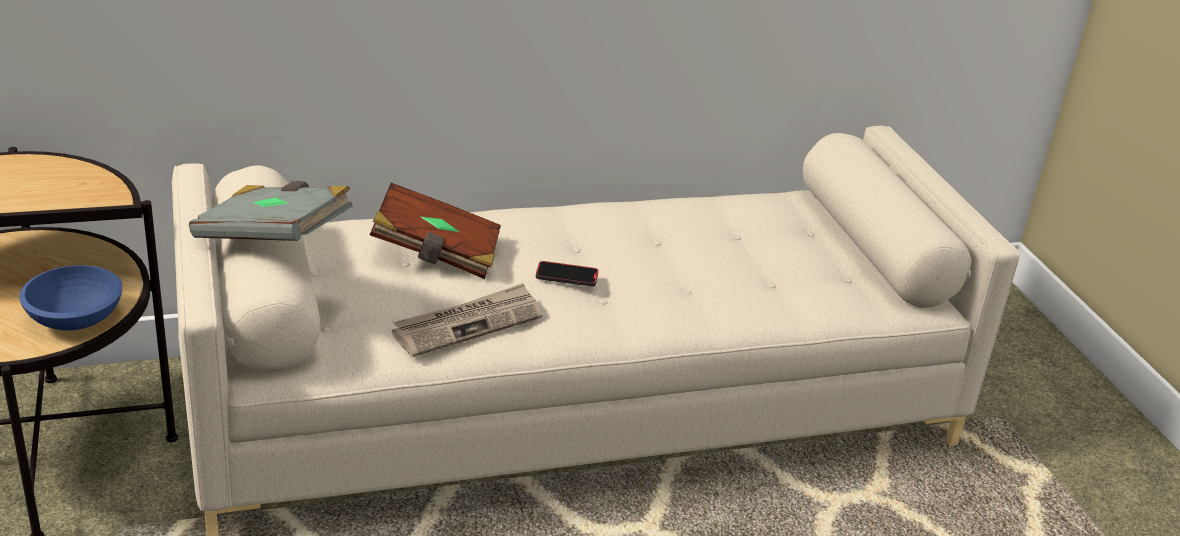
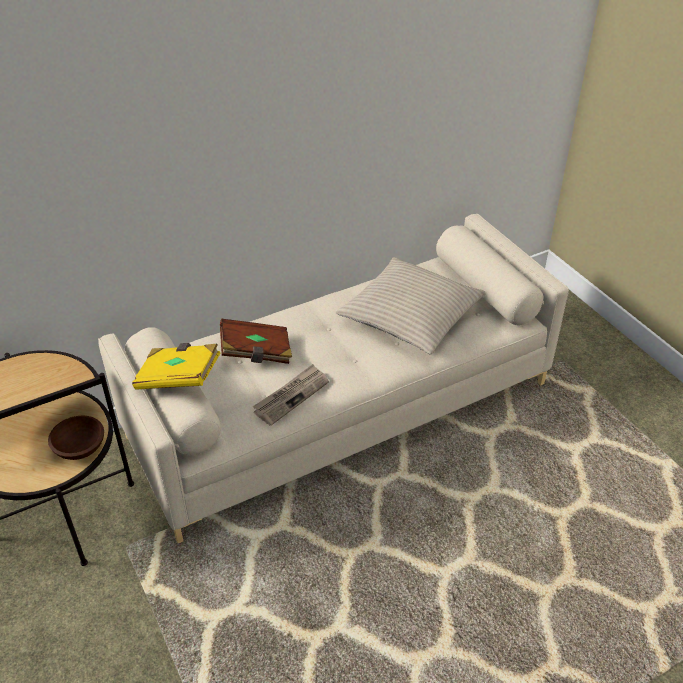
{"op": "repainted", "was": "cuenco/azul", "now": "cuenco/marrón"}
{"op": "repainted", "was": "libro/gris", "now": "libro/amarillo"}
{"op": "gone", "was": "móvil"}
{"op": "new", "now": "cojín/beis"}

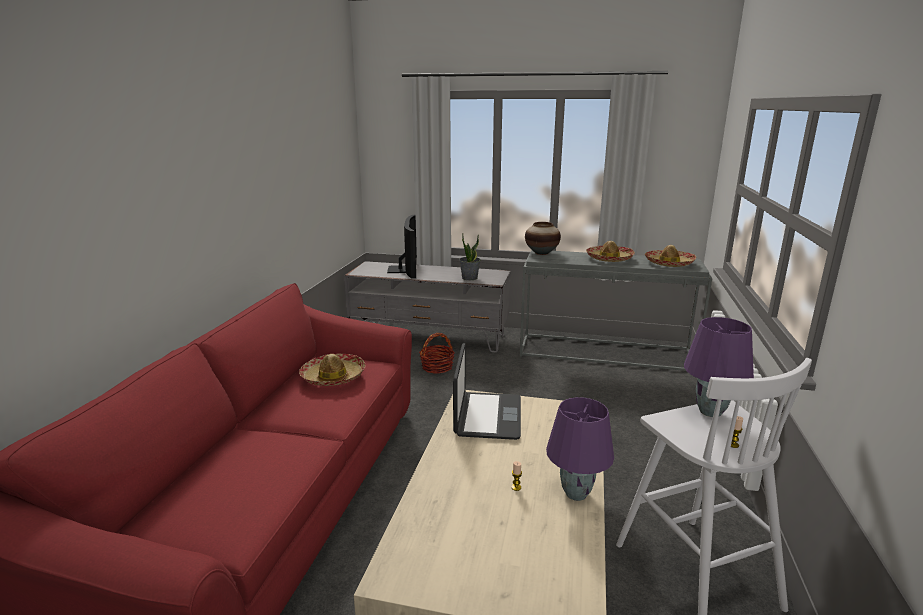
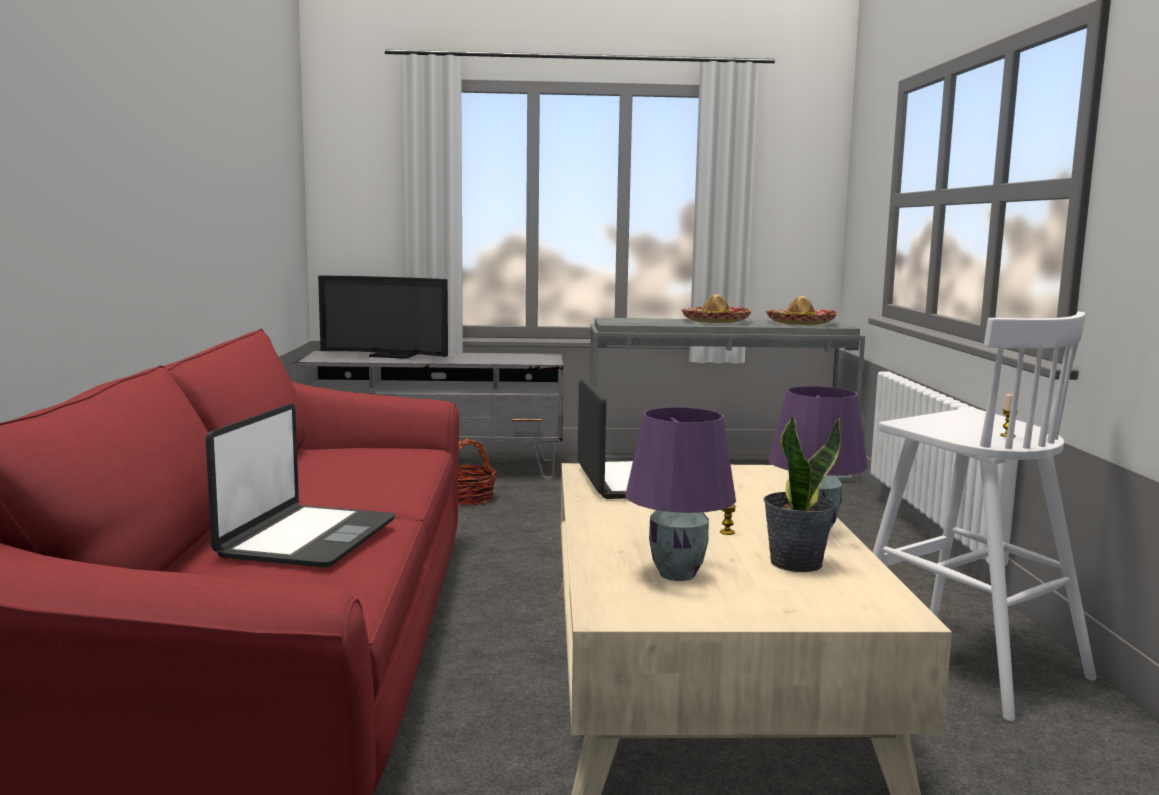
{"op": "gone", "was": "sombrero (no. 1 from left)"}
{"op": "rotated", "was": "televisor", "clockwise": 120}
{"op": "shifted", "was": "planta en maceta"}
{"op": "gone", "was": "florero"}
{"op": "shifted", "was": "lámpara de mesa/morado (no. 2 from left in the first image)", "now": "lámpara de mesa/morado (no. 1 from left)"}
{"op": "new", "now": "portátil (no. 1 from left)"}

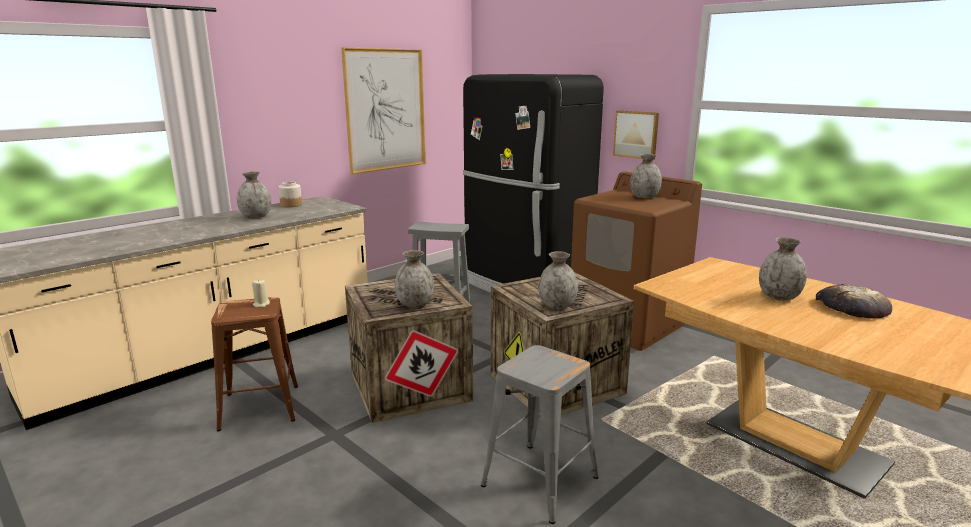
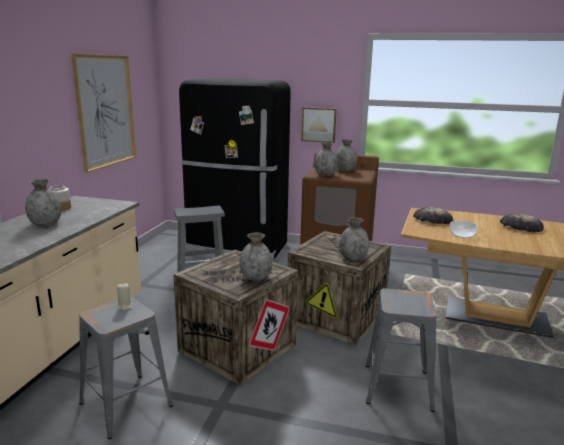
{"op": "repainted", "was": "taburete/marrón", "now": "taburete/gris (no. 1 from left)"}
{"op": "shifted", "was": "florero/gris (no. 5 from left in the first image)", "now": "florero/gris (no. 3 from left)"}
{"op": "new", "now": "pan (no. 1 from left)"}
{"op": "new", "now": "cuenco"}

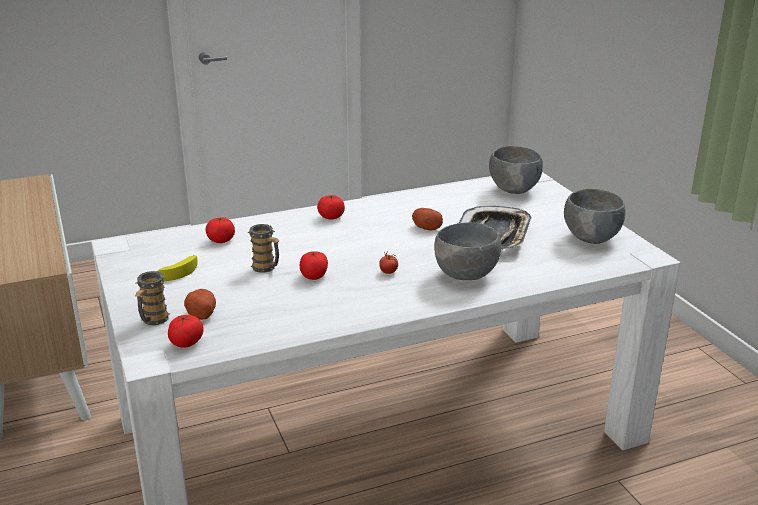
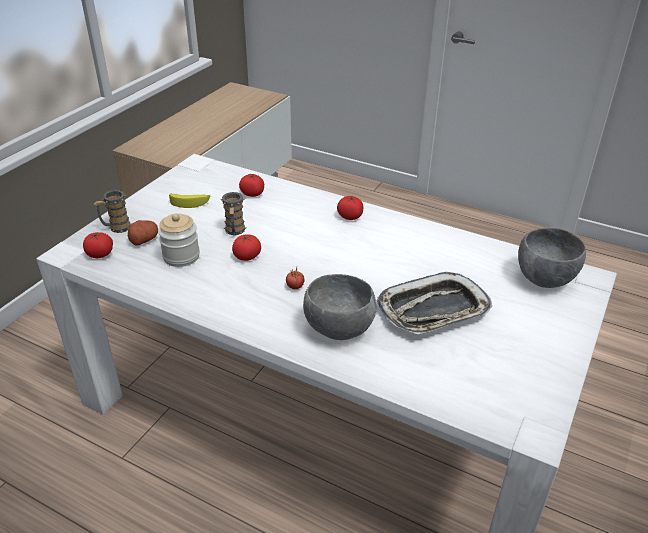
{"op": "gone", "was": "patata (no. 2 from left)"}
{"op": "gone", "was": "cuenco/gris (no. 3 from left)"}
{"op": "new", "now": "tarro"}

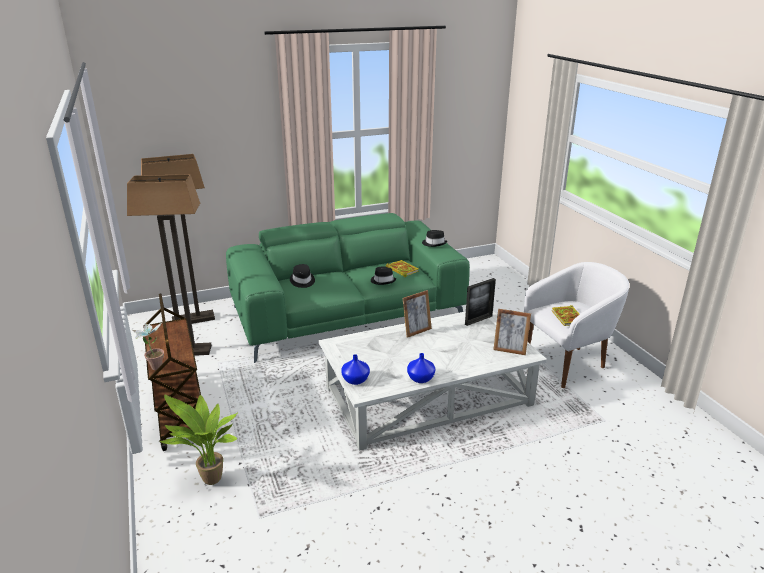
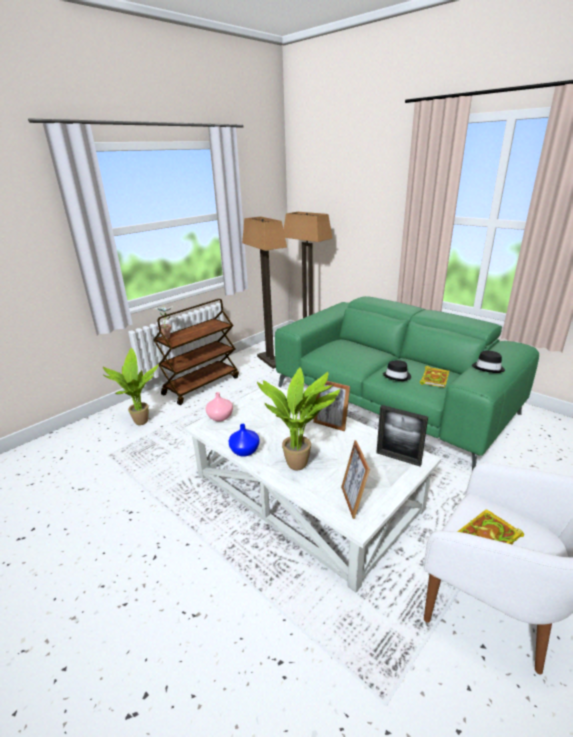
{"op": "gone", "was": "sombrero/negro (no. 1 from left)"}
{"op": "repainted", "was": "florero/azul (no. 1 from left)", "now": "florero/rosa"}
{"op": "new", "now": "planta en maceta (no. 3 from left)"}

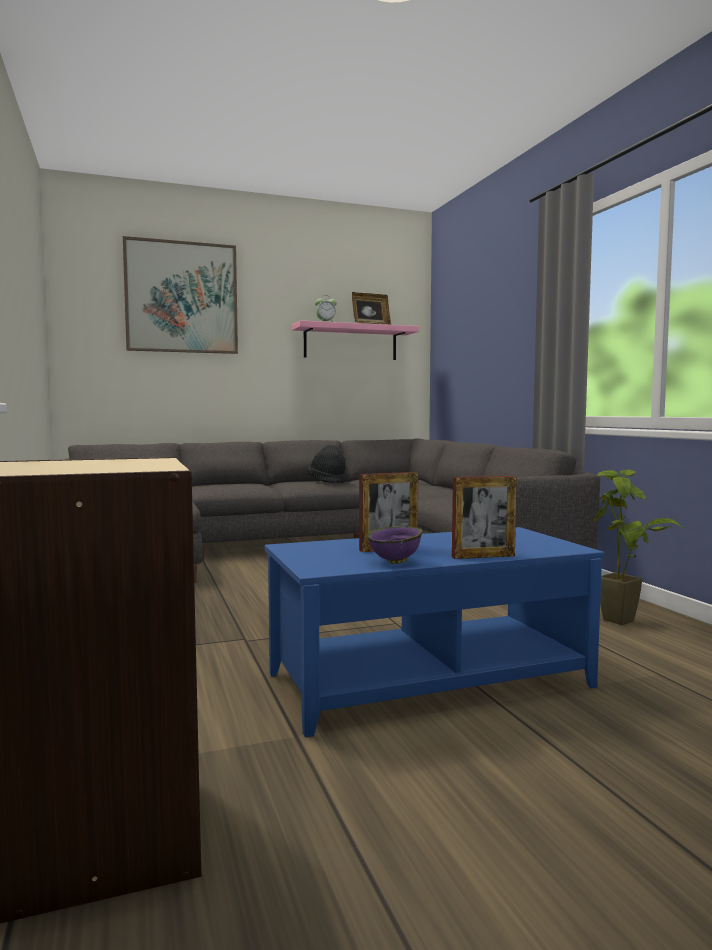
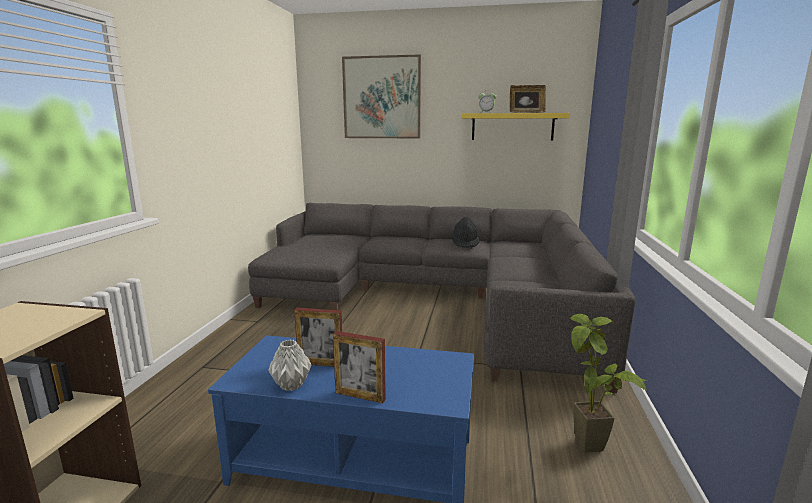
{"op": "repainted", "was": "estante/rosa", "now": "estante/amarillo"}
{"op": "swapped", "was": "cuenco/morado", "now": "florero/gris"}

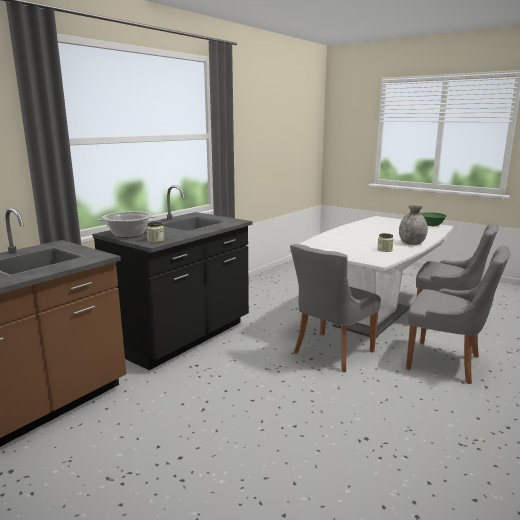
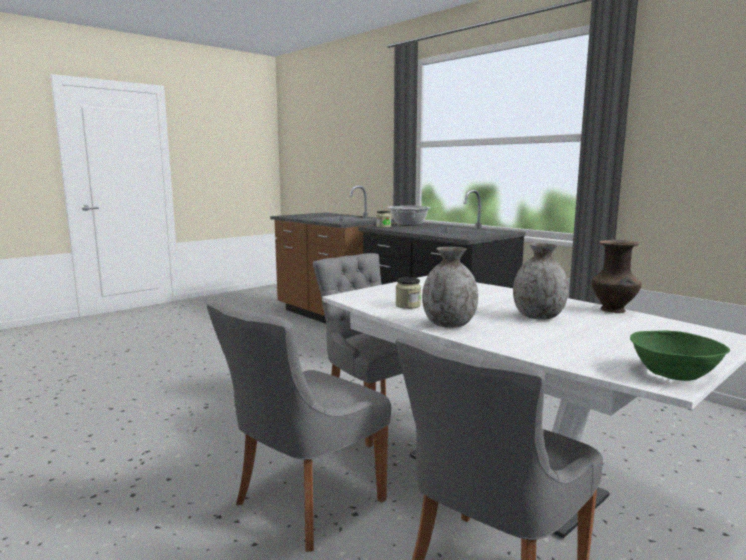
{"op": "new", "now": "florero/gris (no. 2 from left)"}
{"op": "new", "now": "florero/marrón"}

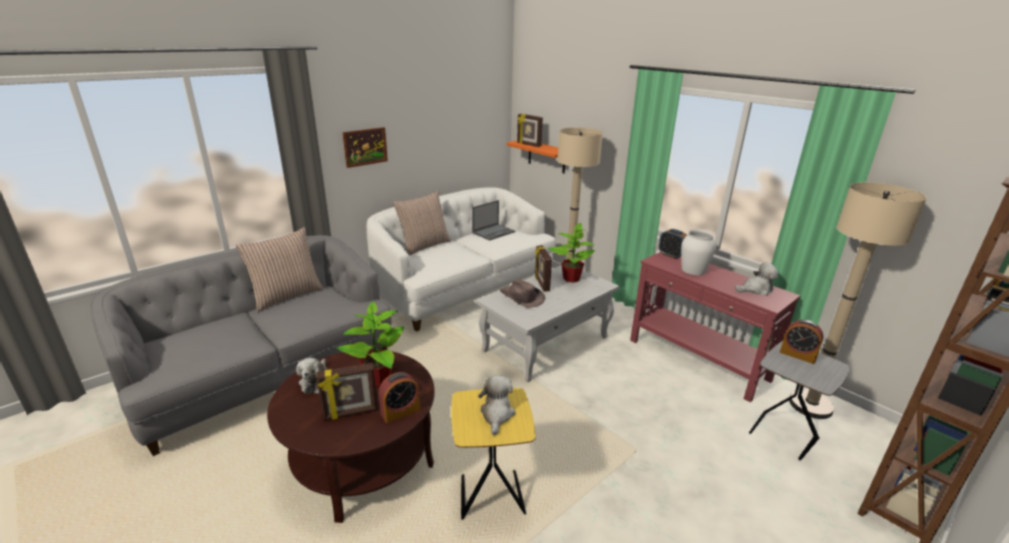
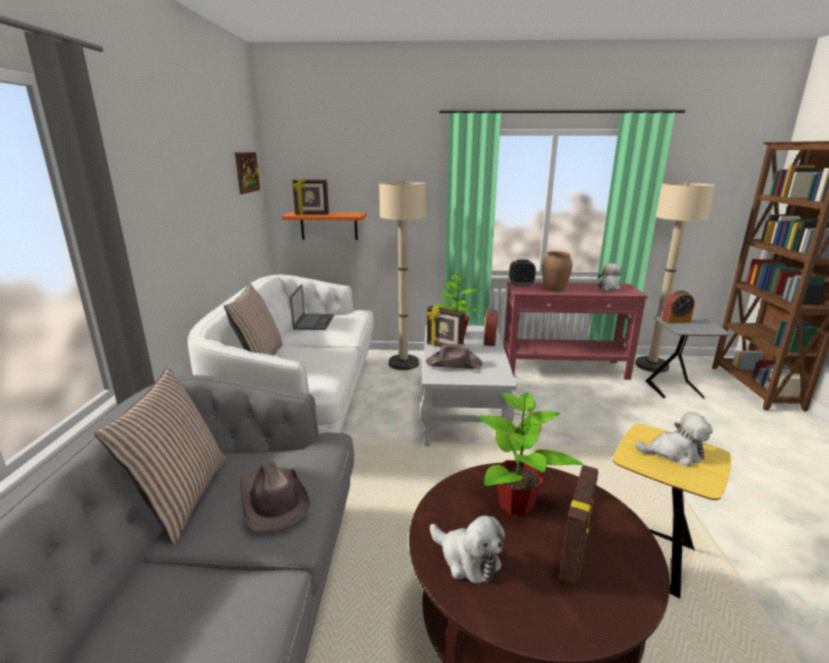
{"op": "shifted", "was": "cuadro"}
{"op": "shifted", "was": "despertador (no. 1 from left)"}
{"op": "rotated", "was": "peluche (no. 2 from left in the first image)", "clockwise": 135}
{"op": "repainted", "was": "florero/blanco", "now": "florero/marrón"}
{"op": "new", "now": "sombrero/marrón (no. 1 from left)"}

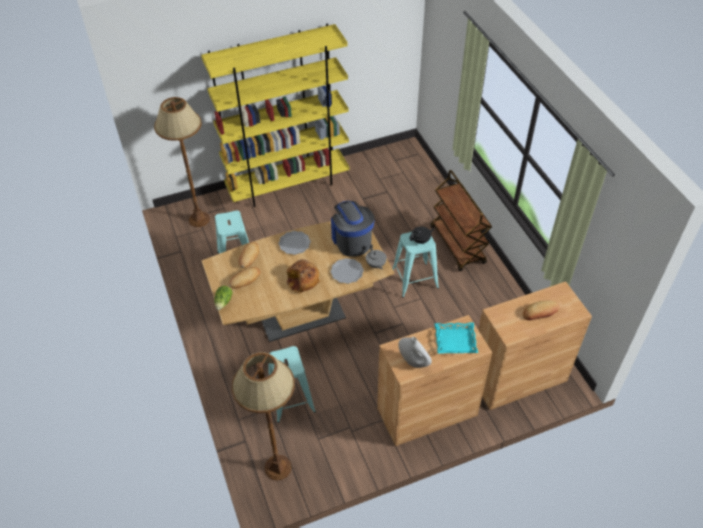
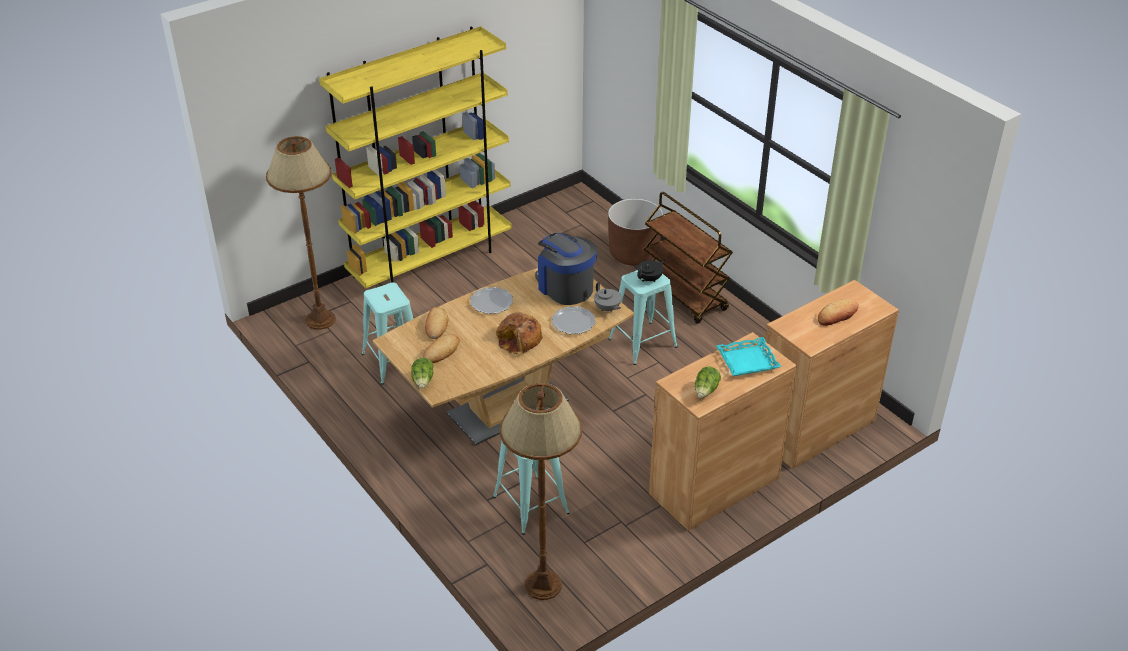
{"op": "swapped", "was": "florero/blanco", "now": "lechuga (no. 2 from left)"}
{"op": "new", "now": "maceta/marrón"}

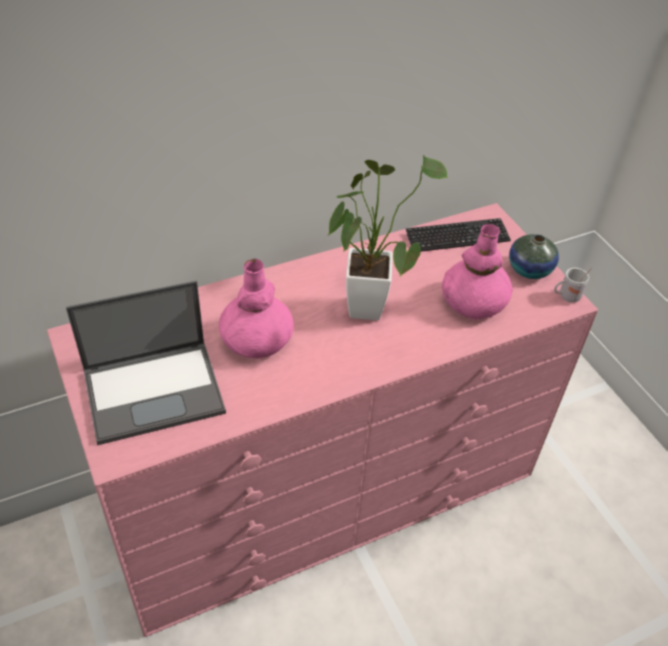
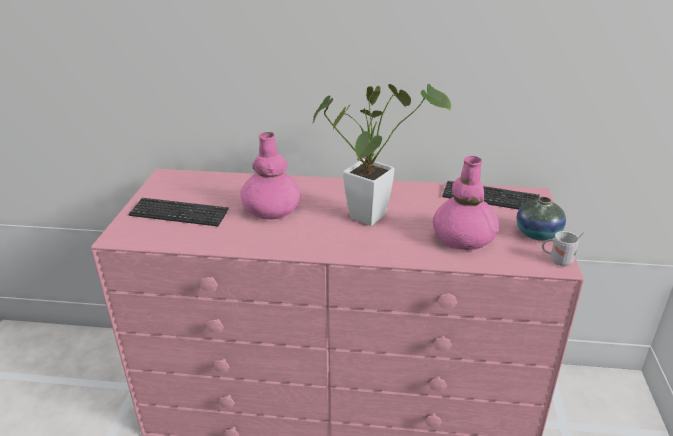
{"op": "swapped", "was": "portátil", "now": "teclado (no. 1 from left)"}

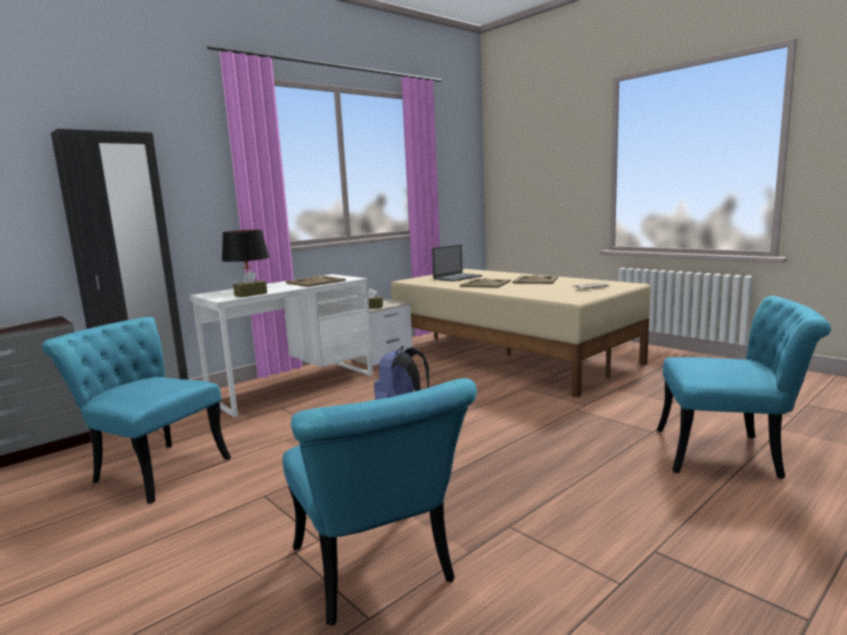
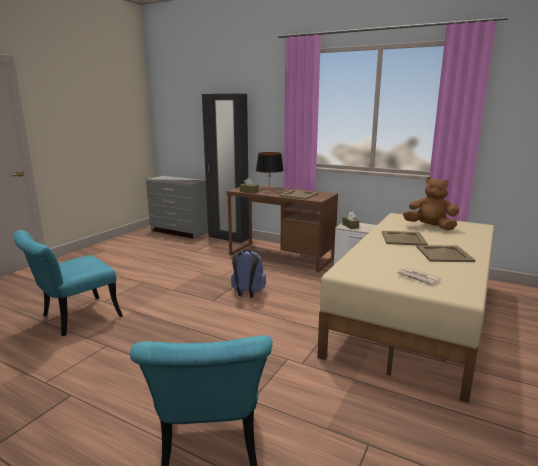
{"op": "gone", "was": "silla/turquesa (no. 1 from left)"}
{"op": "repainted", "was": "escritorio/blanco", "now": "escritorio/marrón"}
{"op": "swapped", "was": "portátil", "now": "peluche/marrón"}

